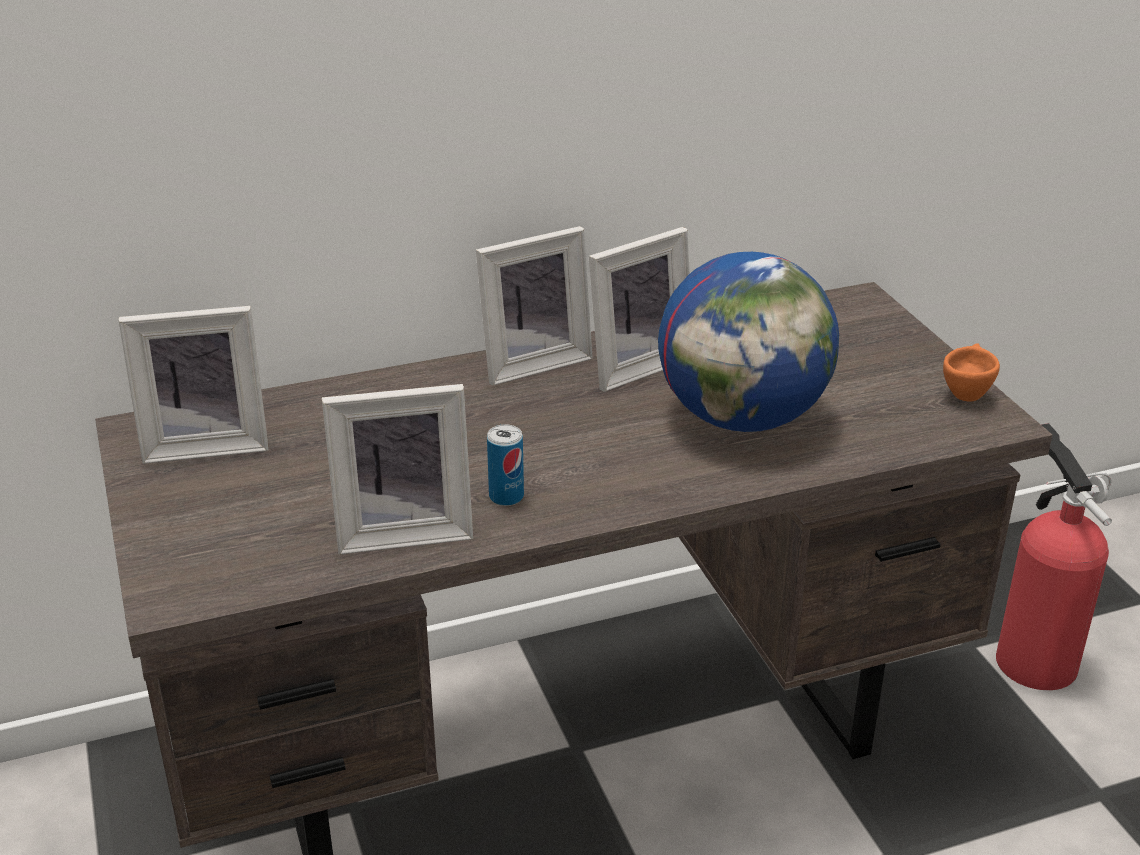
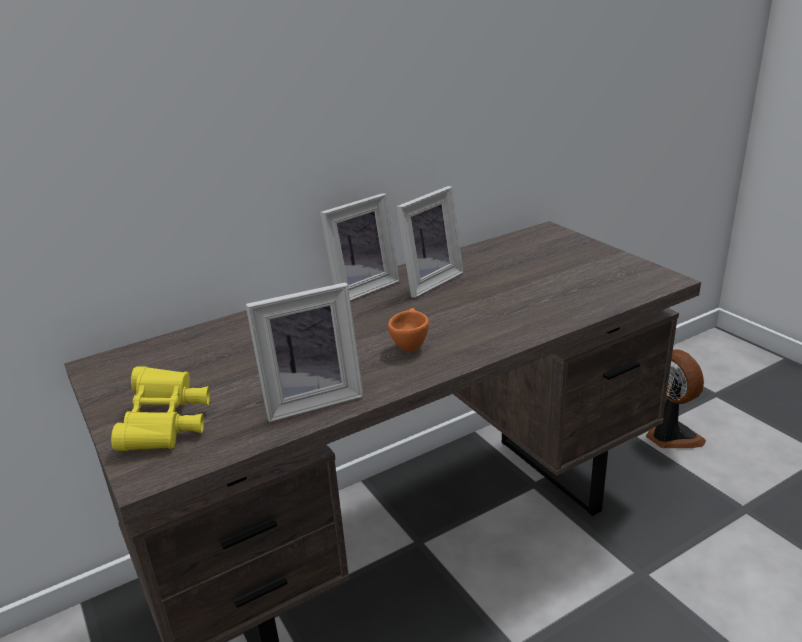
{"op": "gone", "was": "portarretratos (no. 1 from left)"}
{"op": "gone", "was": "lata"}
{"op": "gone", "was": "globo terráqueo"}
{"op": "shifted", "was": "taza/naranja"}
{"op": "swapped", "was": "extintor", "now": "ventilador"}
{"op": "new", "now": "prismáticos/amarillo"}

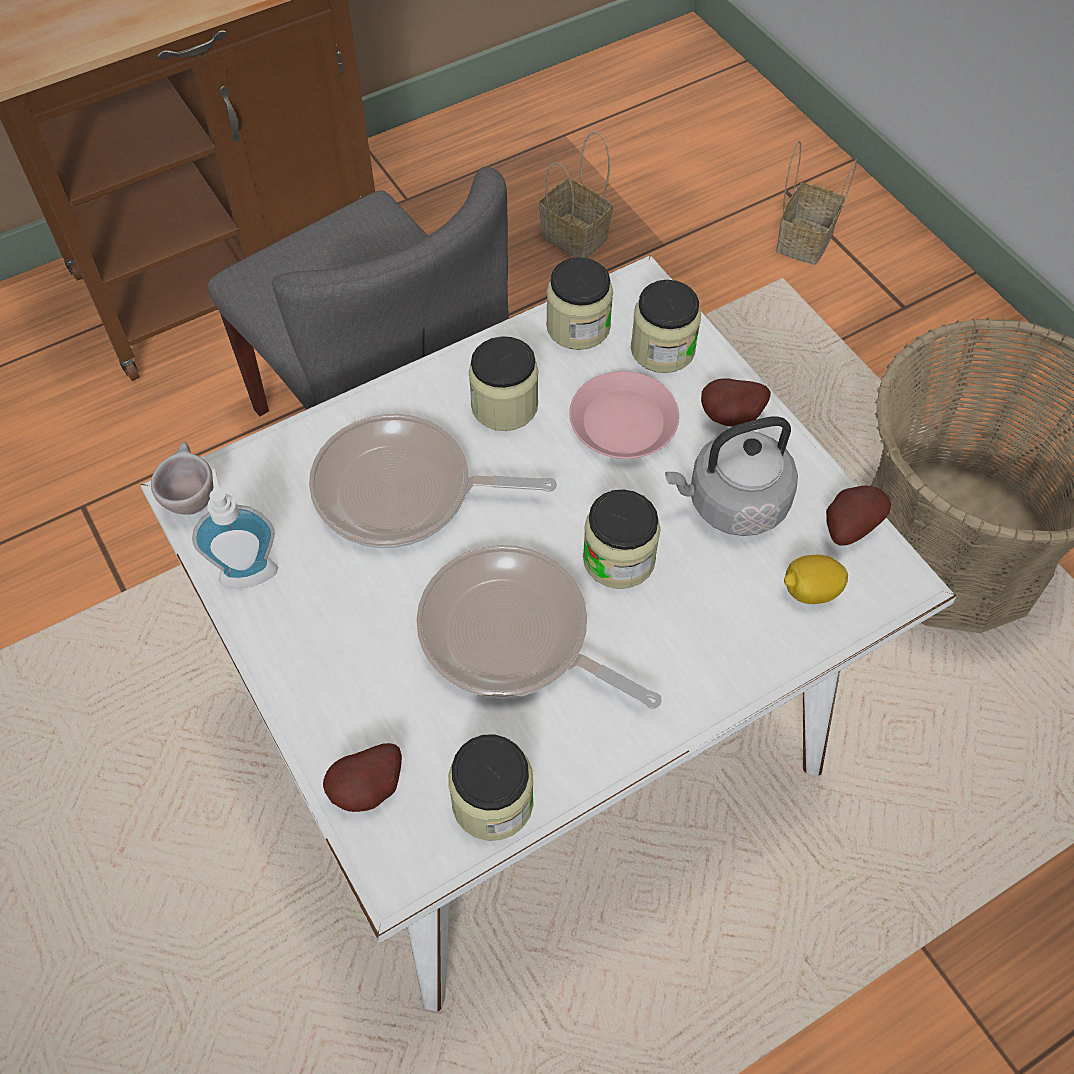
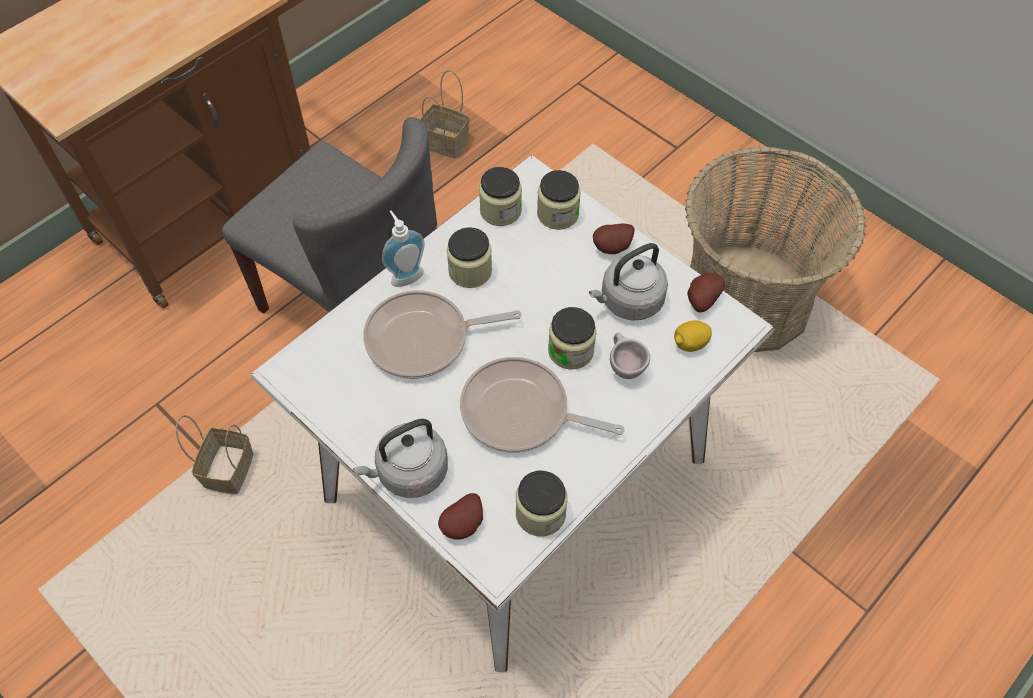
{"op": "shifted", "was": "taza/beis"}
{"op": "shifted", "was": "dispensador de jabón"}
{"op": "gone", "was": "plato/rosa"}
{"op": "shifted", "was": "cesta (no. 2 from left in the first image)", "now": "cesta (no. 1 from left)"}
{"op": "new", "now": "hervidor/gris (no. 1 from left)"}

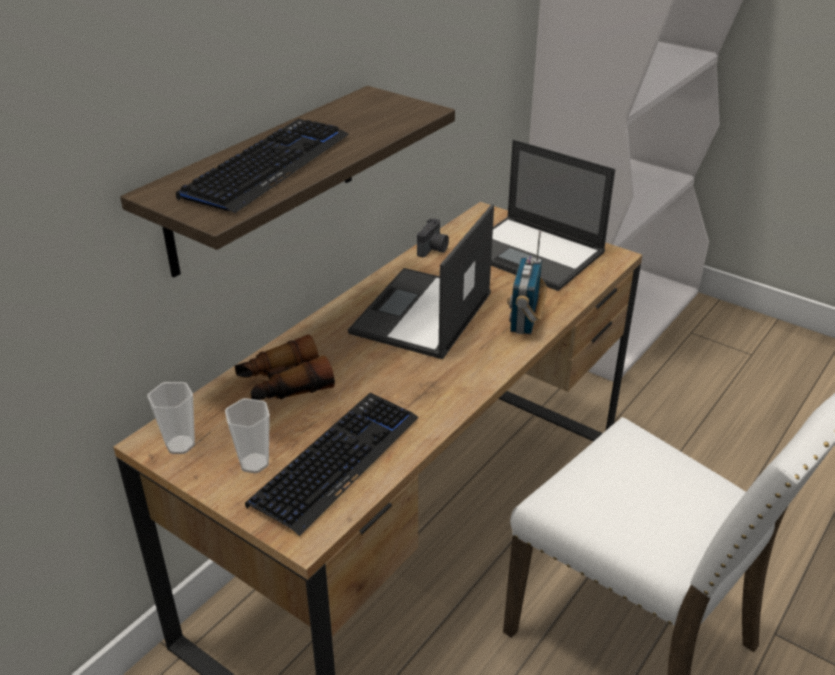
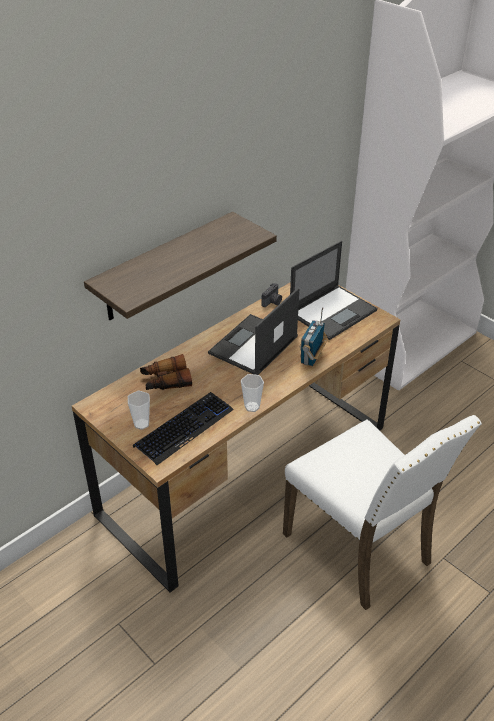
{"op": "shifted", "was": "taza (no. 1 from left in the first image)", "now": "taza (no. 2 from left)"}
{"op": "gone", "was": "teclado (no. 1 from left)"}
{"op": "rotated", "was": "portátil (no. 2 from left)", "clockwise": -90}

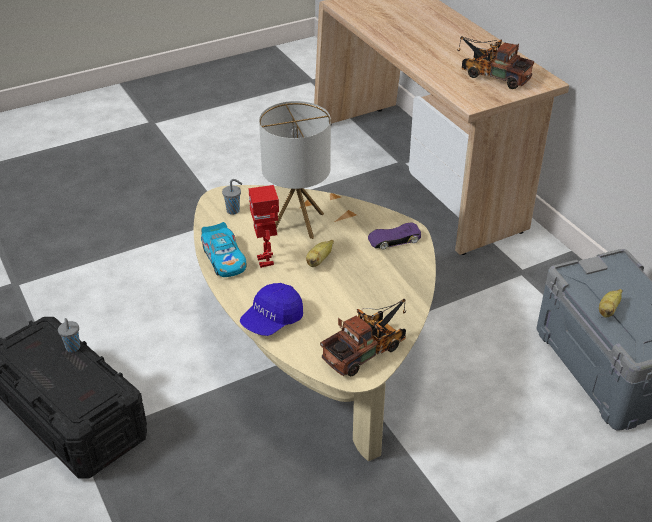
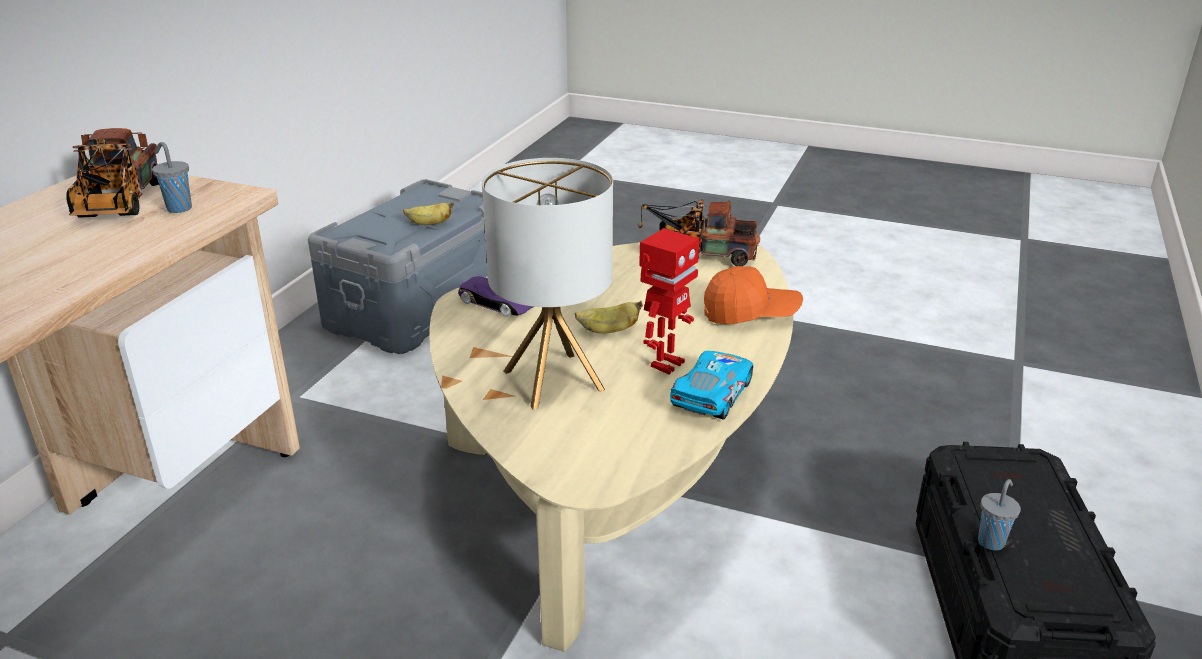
{"op": "shifted", "was": "taza/gris (no. 2 from left in the first image)", "now": "taza/gris (no. 1 from left)"}
{"op": "repainted", "was": "gorra/azul", "now": "gorra/naranja"}

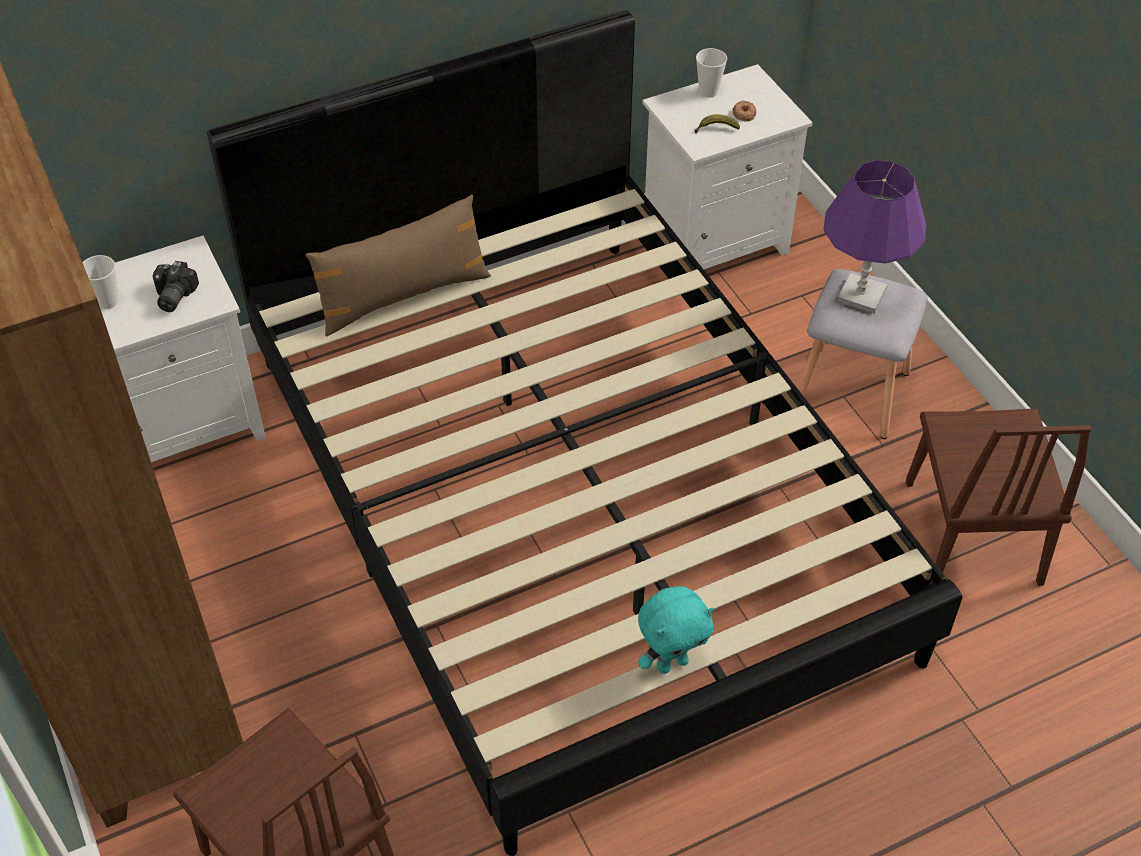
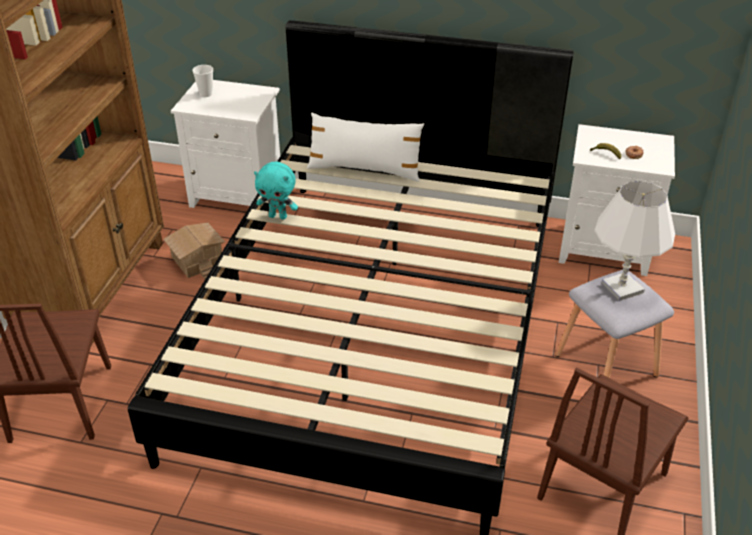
{"op": "gone", "was": "cámara"}
{"op": "repainted", "was": "cojín/marrón", "now": "cojín/blanco"}
{"op": "shifted", "was": "peluche/turquesa"}
{"op": "gone", "was": "taza (no. 2 from left)"}
{"op": "repainted", "was": "lámpara de mesa/morado", "now": "lámpara de mesa/blanco"}
{"op": "new", "now": "casita"}

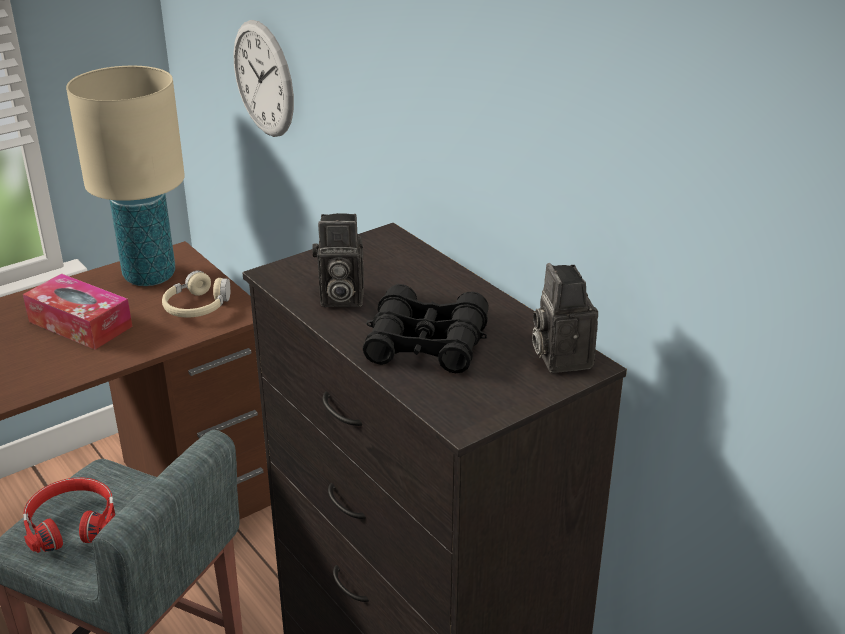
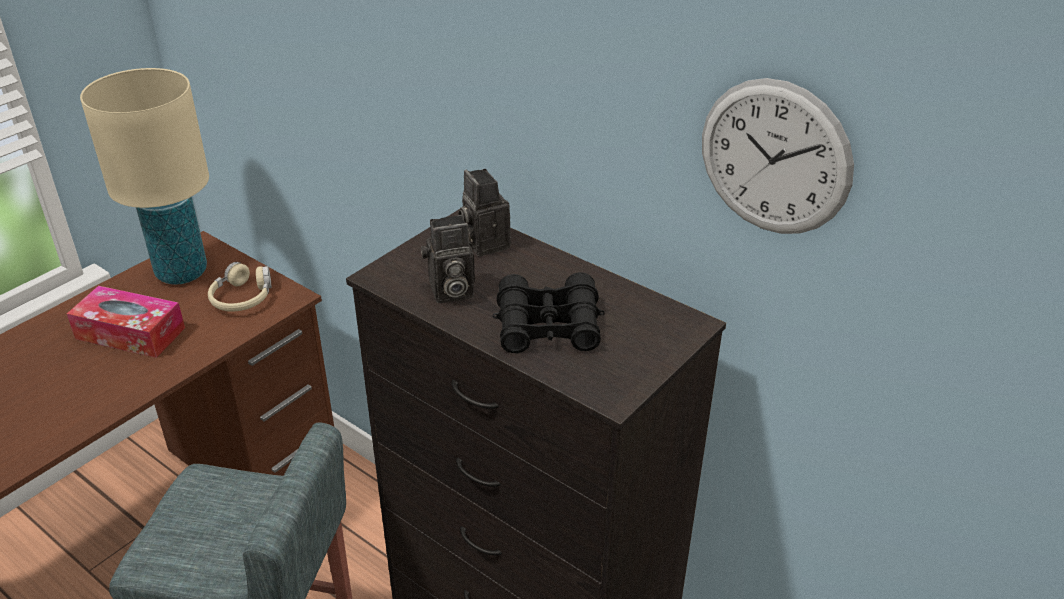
{"op": "gone", "was": "auriculares/rojo"}
{"op": "shifted", "was": "reloj de pared"}
{"op": "shifted", "was": "cámara (no. 2 from left)"}

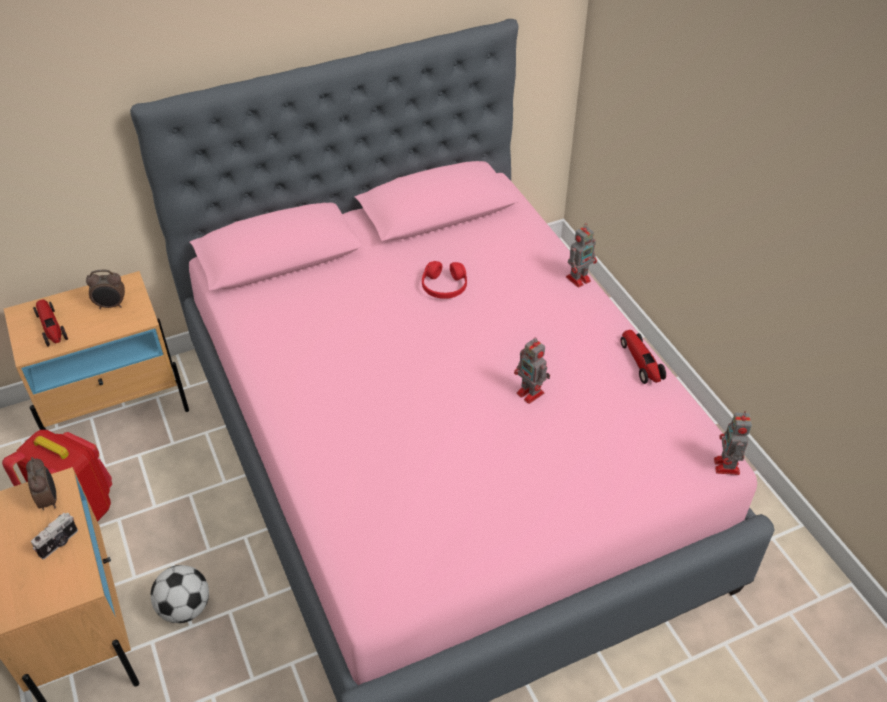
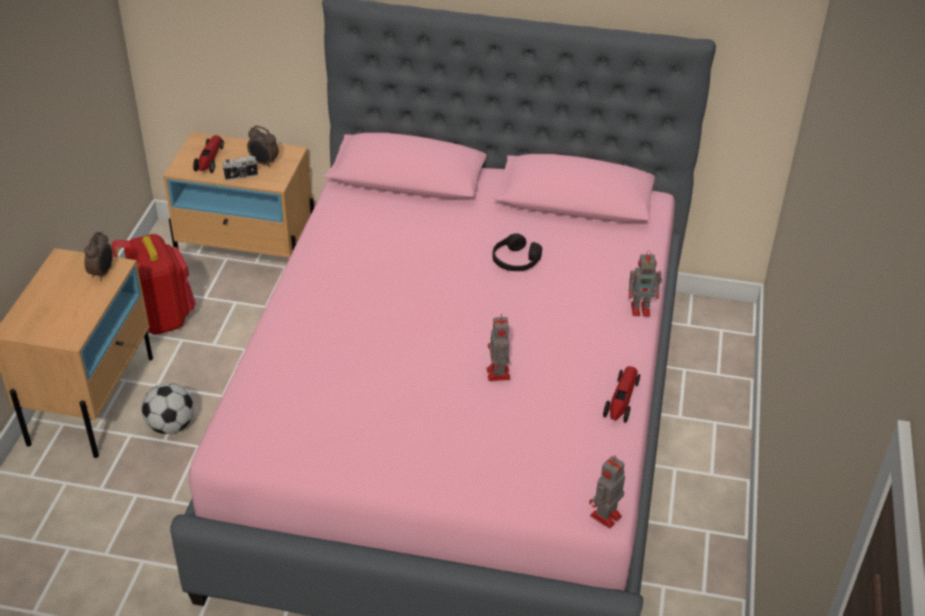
{"op": "shifted", "was": "cámara"}
{"op": "repainted", "was": "auriculares/rojo", "now": "auriculares/negro"}

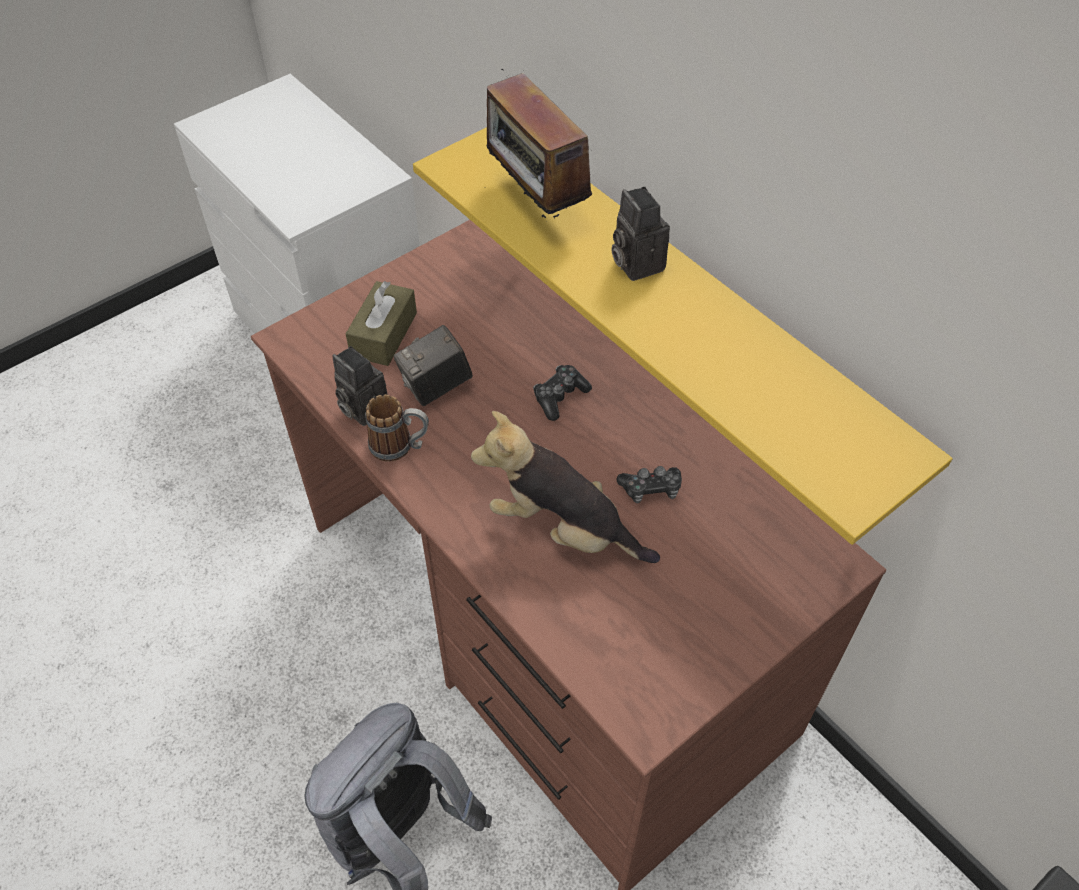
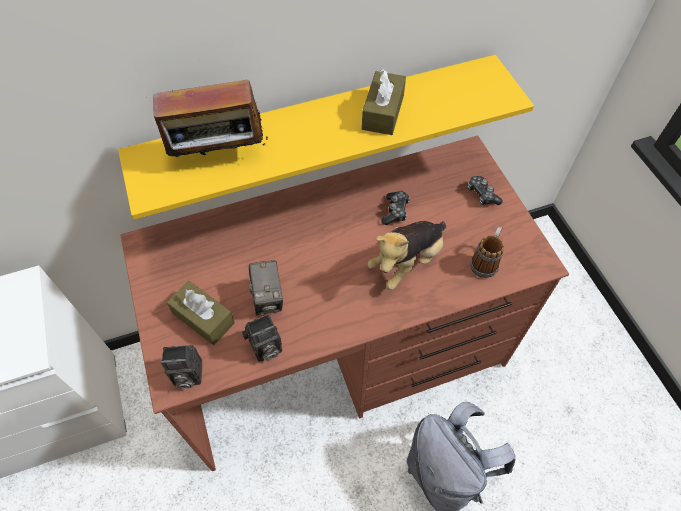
{"op": "shifted", "was": "taza grande"}
{"op": "shifted", "was": "mando de consola (no. 1 from left in the first image)", "now": "mando de consola (no. 2 from left)"}
{"op": "shifted", "was": "cámara (no. 3 from left in the first image)", "now": "cámara (no. 1 from left)"}
{"op": "new", "now": "caja de pañuelos/marrón (no. 2 from left)"}

